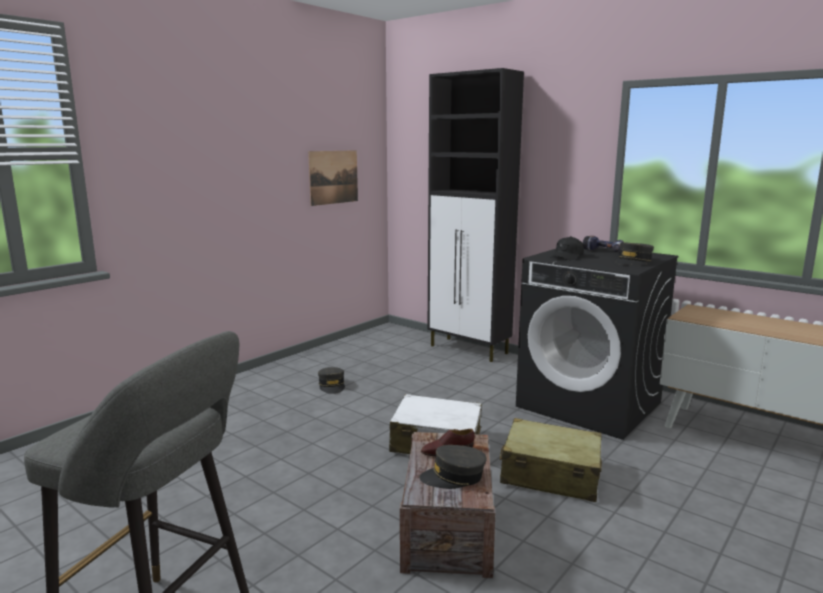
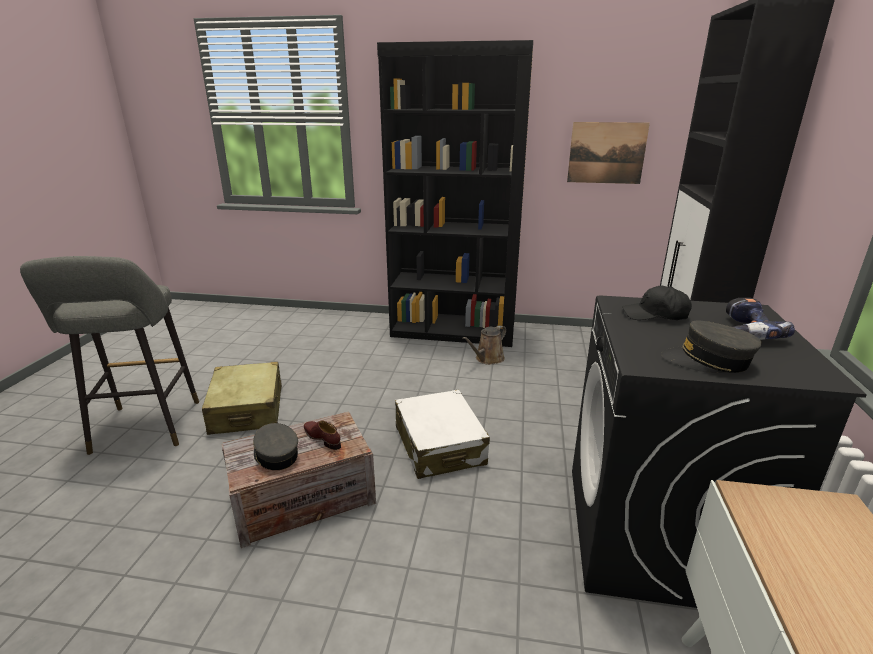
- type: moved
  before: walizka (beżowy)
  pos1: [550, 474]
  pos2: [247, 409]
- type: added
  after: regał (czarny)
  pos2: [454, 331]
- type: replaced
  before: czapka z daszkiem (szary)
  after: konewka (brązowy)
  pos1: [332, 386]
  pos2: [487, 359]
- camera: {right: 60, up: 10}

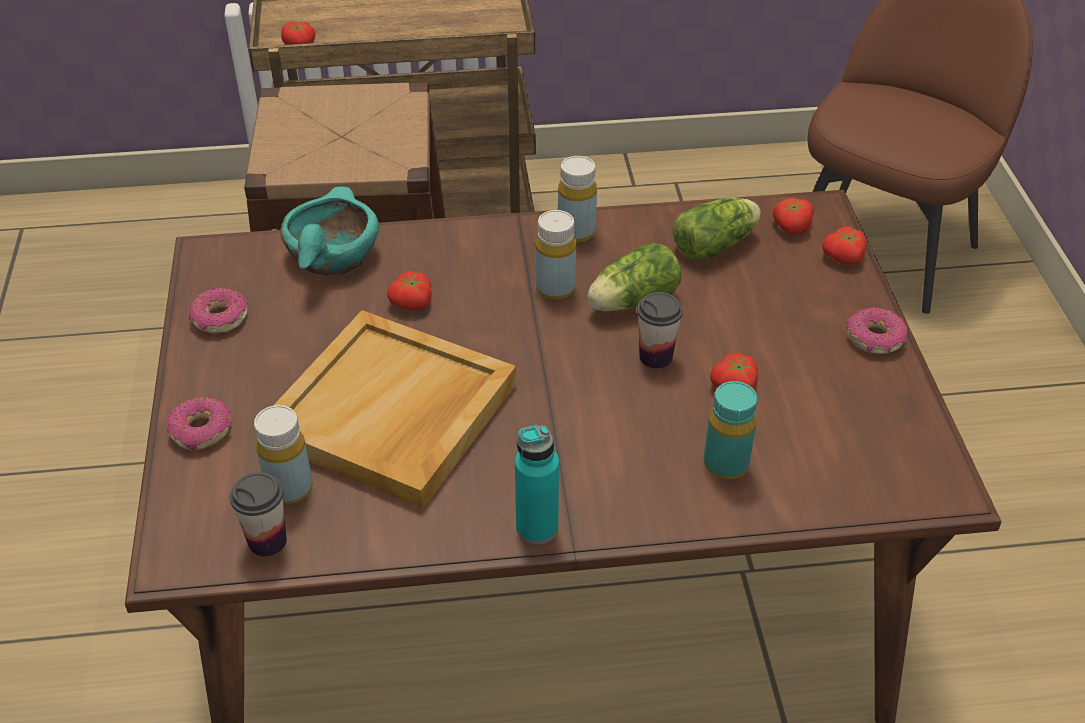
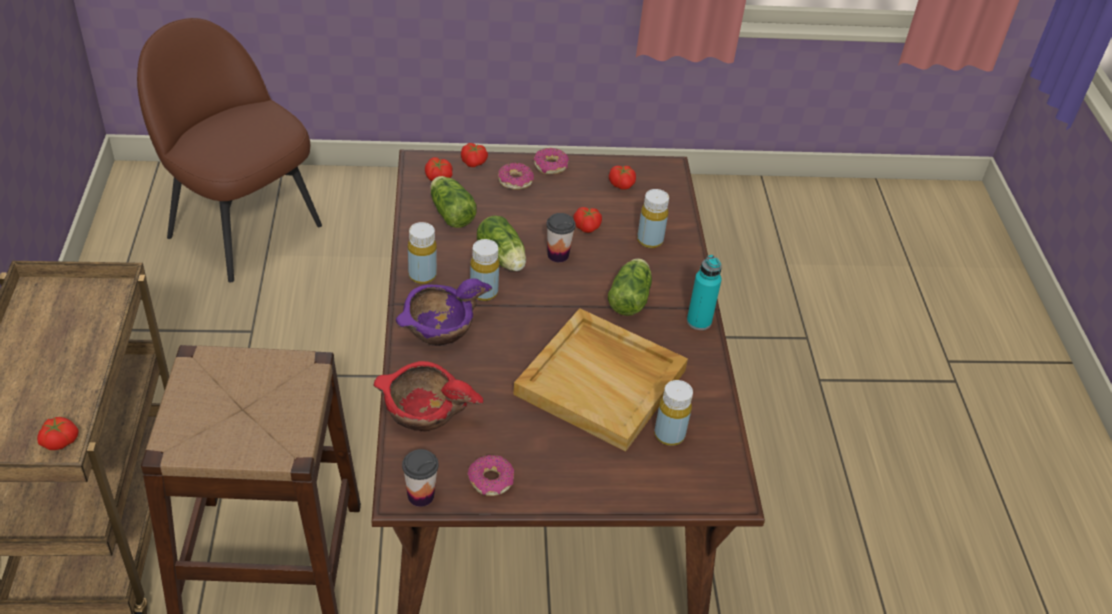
- type: recoloured
  before: miska (turkusowy)
  after: miska (czerwony)
  pos1: [332, 255]
  pos2: [423, 412]
- type: added
  after: miska (fioletowy)
  pos2: [439, 329]
- type: moved
  before: filiżanka
  pos1: [267, 541]
  pos2: [420, 495]
- type: moved
  before: donut
  pos1: [202, 431]
  pos2: [515, 181]
- type: added
  after: sałata
  pos2: [630, 297]
- type: moved
  before: pomidor
  pos1: [413, 303]
  pos2: [622, 184]
- type: recoloured
  before: butelka (turkusowy)
  after: butelka (żółty)
  pos1: [726, 464]
  pos2: [650, 240]
- camera: {right: -90, up: 0}

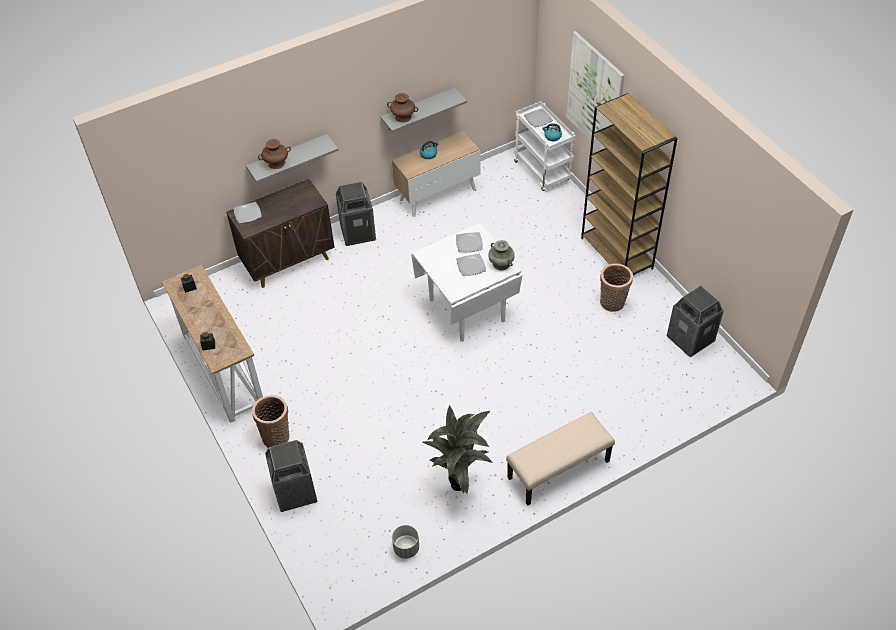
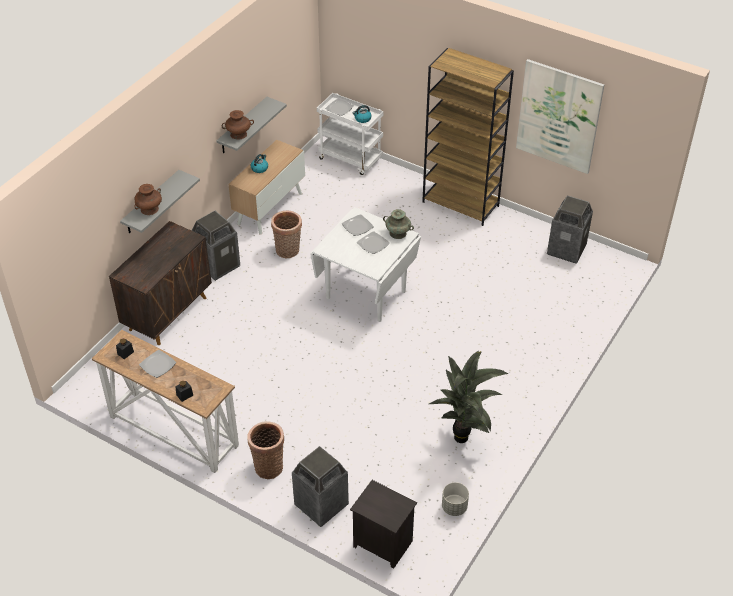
- type: moved
  before: talerz
  pos1: [247, 214]
  pos2: [157, 365]
- type: moved
  before: koszyk
  pos1: [612, 304]
  pos2: [288, 251]
- type: added
  after: szafka nocna (czarny)
  pos2: [381, 544]
- type: moved
  before: obraz
  pos1: [595, 96]
  pos2: [558, 116]
- type: removed
  before: ławka (beżowy)
  pos1: [558, 470]
- camera: {right: -30, up: -5}

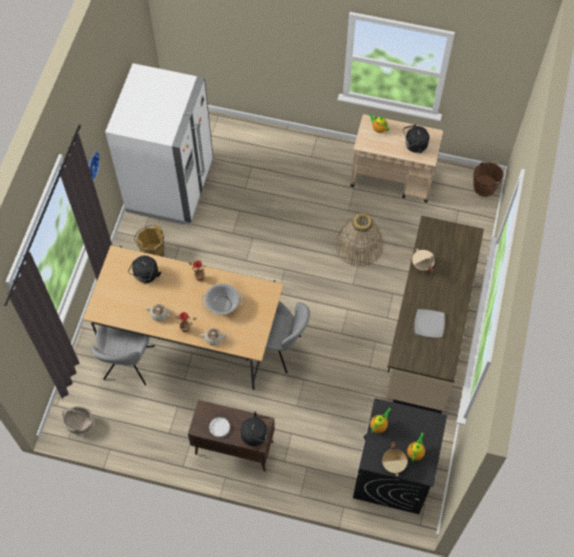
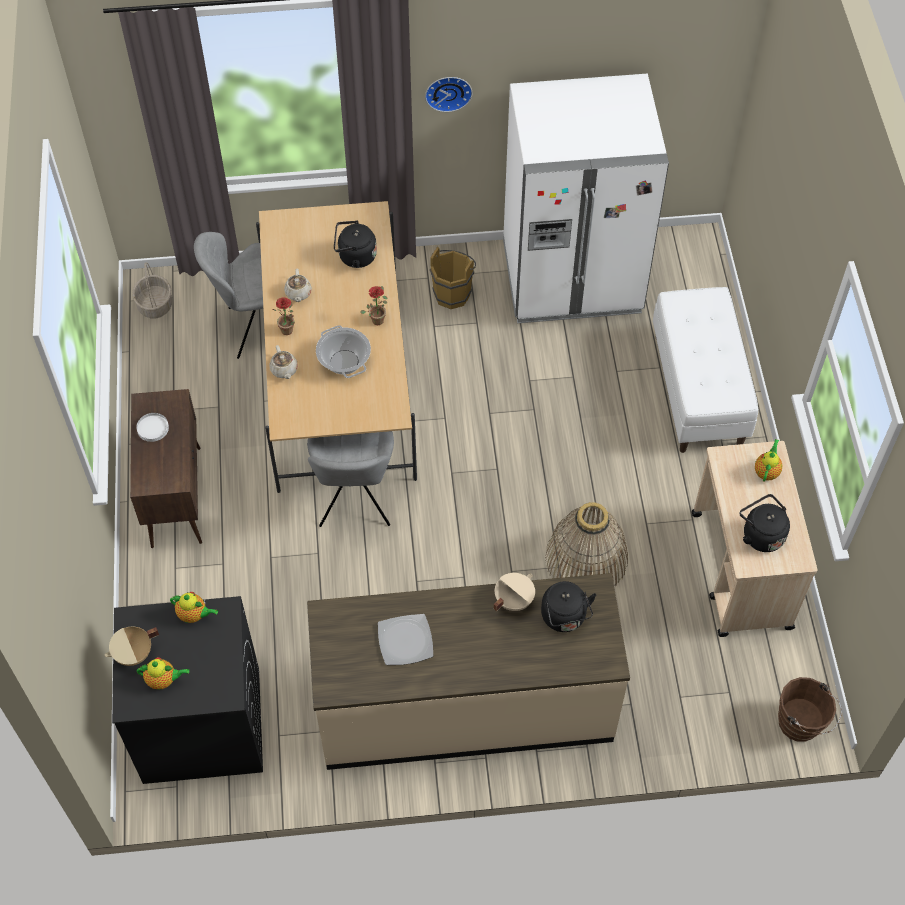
- type: moved
  before: czajnik (czarny)
  pos1: [256, 435]
  pos2: [564, 618]
- type: added
  after: ławka (biały)
  pos2: [698, 390]
- camera: {right: 70, up: -5}

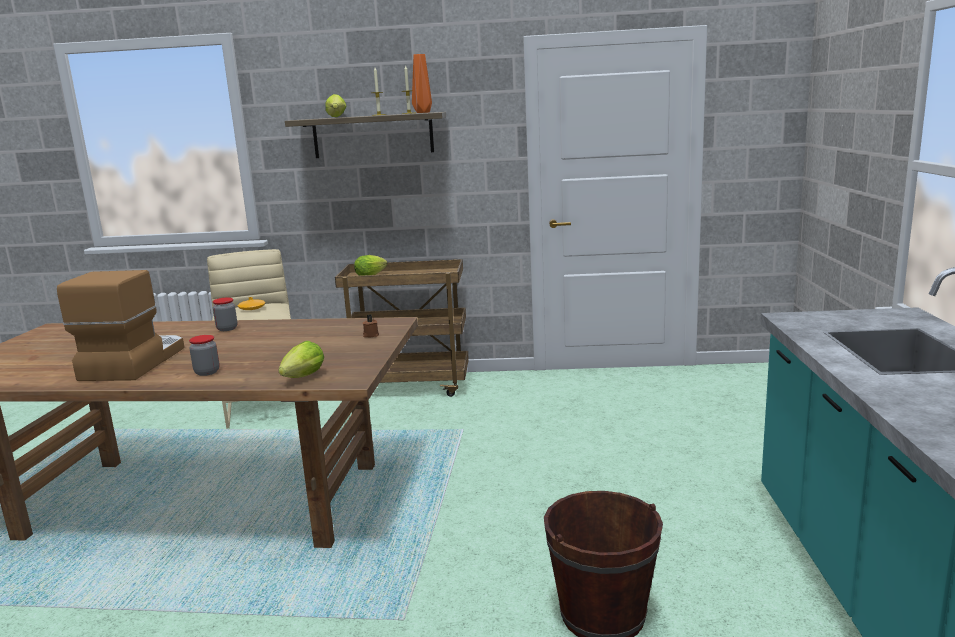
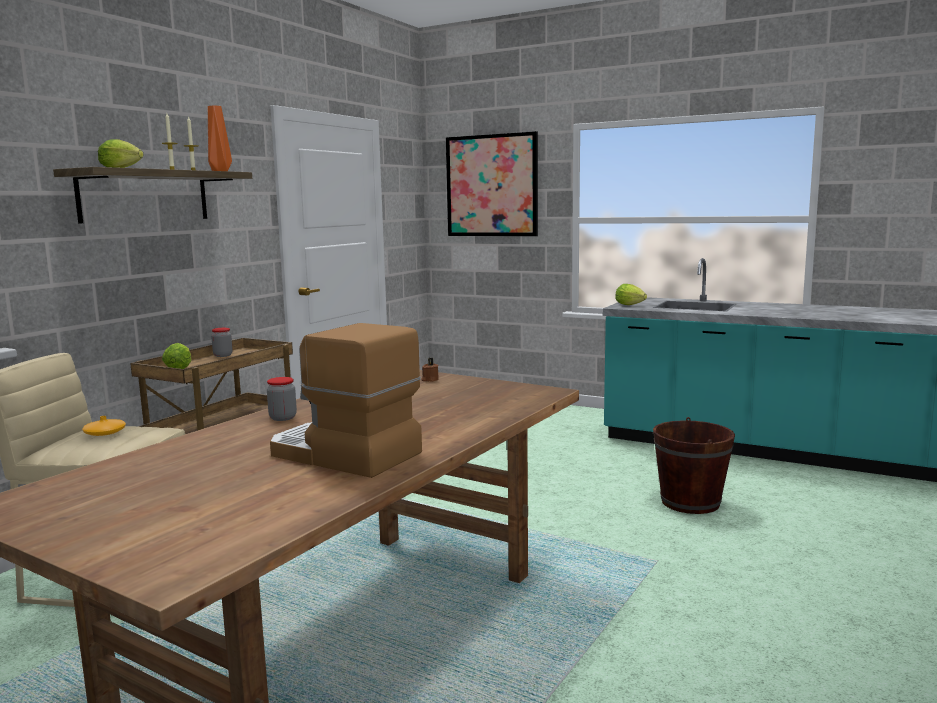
- type: moved
  before: słoik
  pos1: [207, 372]
  pos2: [223, 355]
- type: added
  after: obraz
  pos2: [492, 185]
- type: moved
  before: sałata
  pos1: [301, 378]
  pos2: [631, 305]
- camera: {right: -65, up: -5}

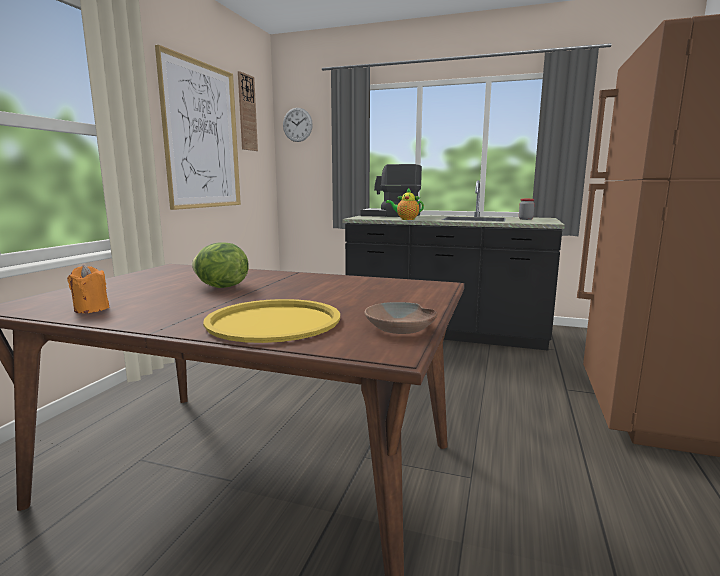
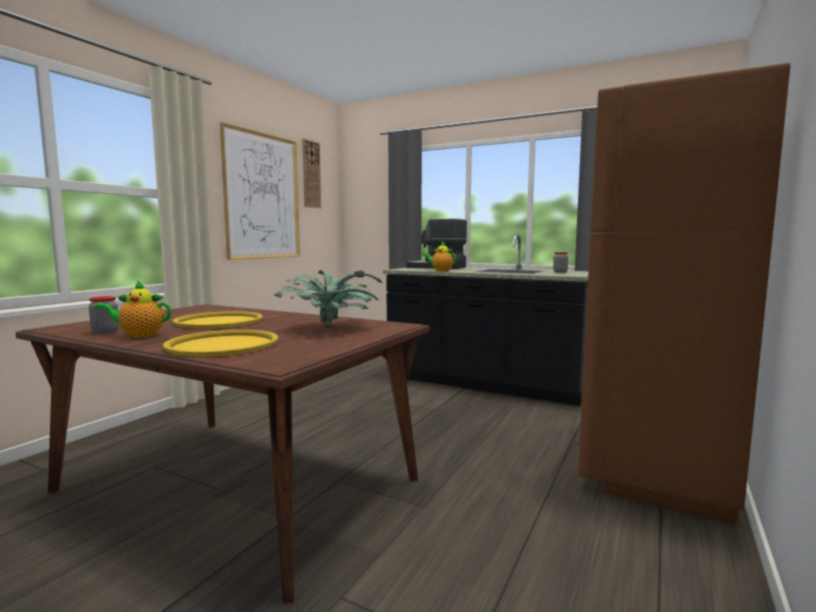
- type: replaced
  before: świeca (pomarańczowy)
  after: słoik
  pos1: [91, 309]
  pos2: [105, 332]
- type: added
  after: imbryk
  pos2: [139, 335]
- type: replaced
  before: sałata
  after: taca (żółty)
  pos1: [221, 287]
  pos2: [219, 321]
- type: added
  after: roślina doniczkowa
  pos2: [331, 328]
- type: removed
  before: zegar ścienny
  pos1: [297, 125]
- type: removed
  before: miska (brązowy)
  pos1: [400, 328]
- camera: {right: 10, up: -5}

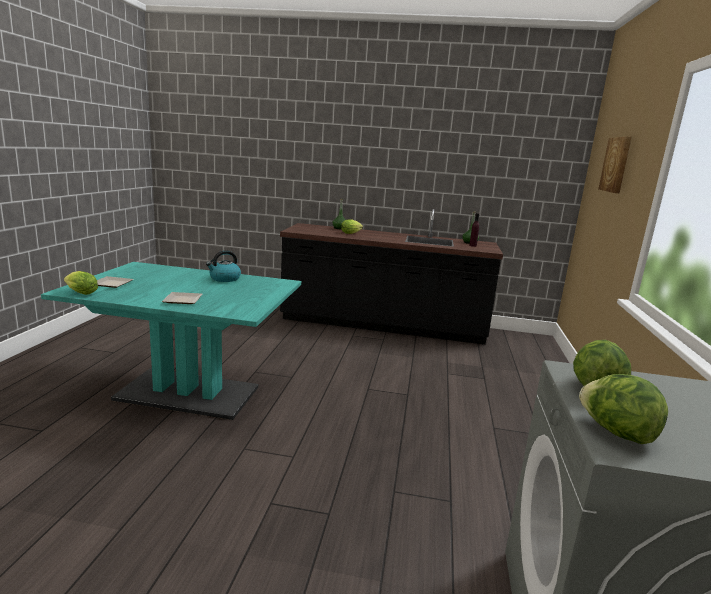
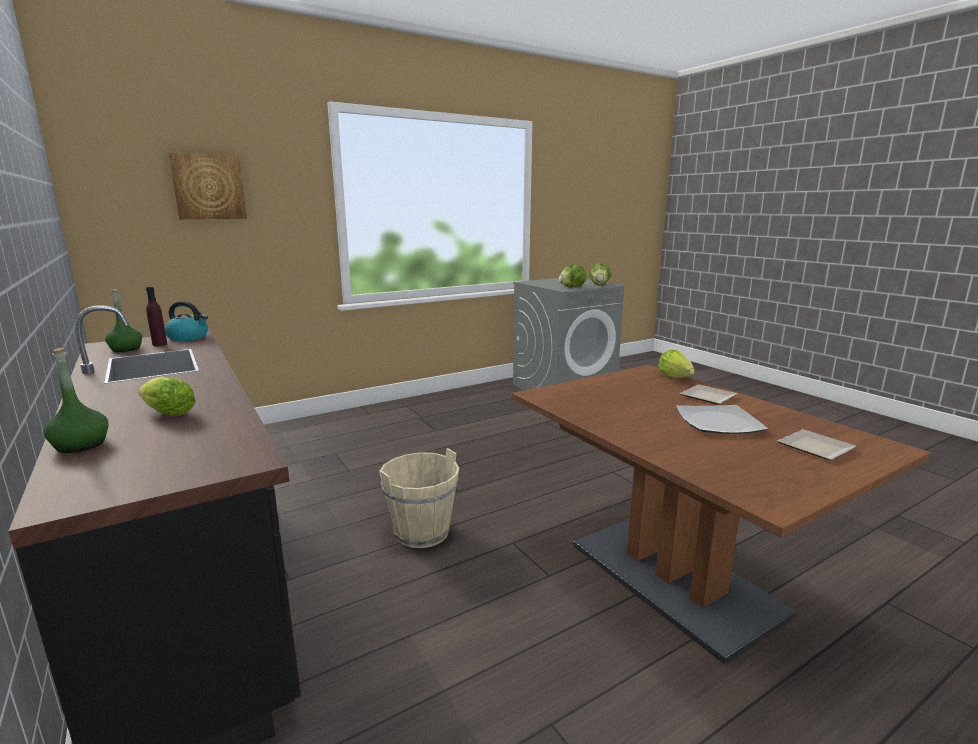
- type: moved
  before: czajnik
  pos1: [224, 279]
  pos2: [189, 337]
- type: added
  after: wiadro (beżowy)
  pos2: [422, 532]
- type: recoloured
  before: stół jadalny (turkusowy)
  after: stół jadalny (brązowy)
  pos1: [188, 394]
  pos2: [673, 578]
- type: moved
  before: sałata
  pos1: [80, 293]
  pos2: [676, 378]
- type: added
  after: talerz
  pos2: [717, 422]
- camera: {right: -130, up: 0}

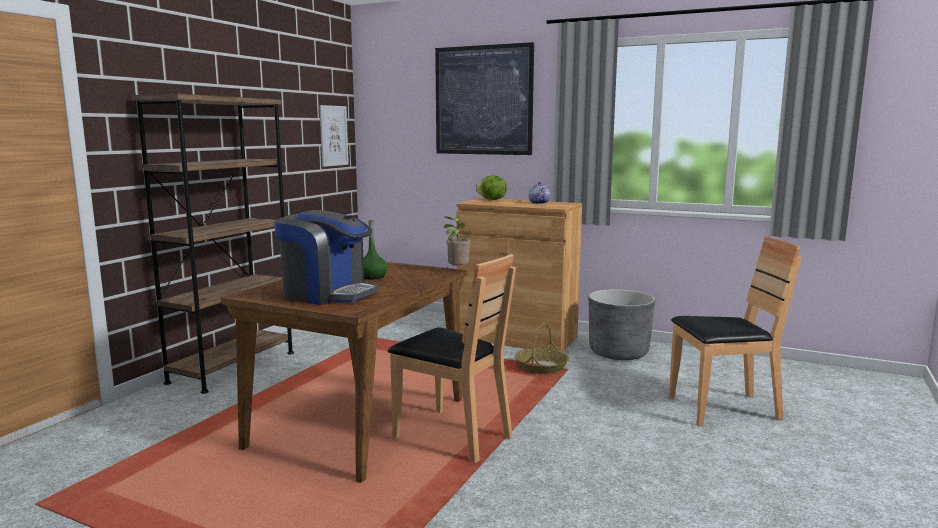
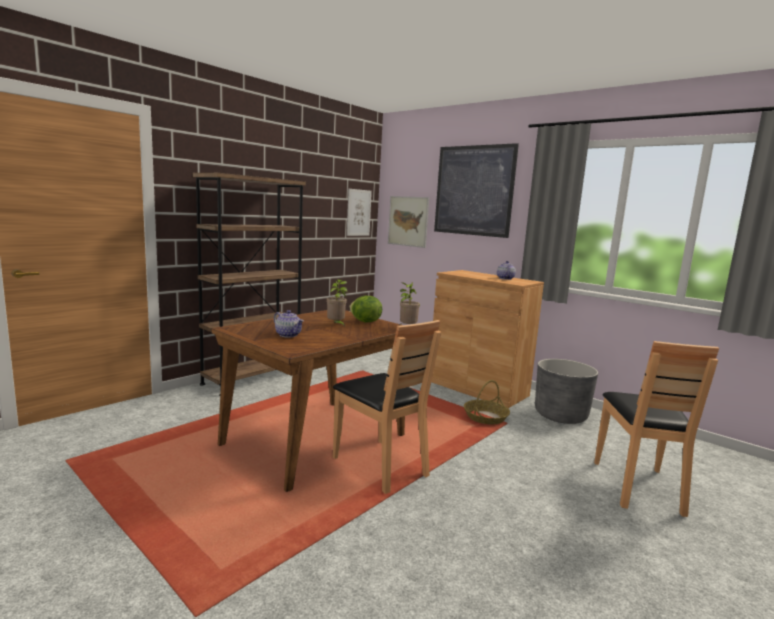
- type: replaced
  before: ekspres do kawy
  after: imbryk
  pos1: [328, 294]
  pos2: [288, 335]
- type: replaced
  before: butelka (zielony)
  after: roślina doniczkowa
  pos1: [372, 277]
  pos2: [336, 325]
- type: moved
  before: sałata
  pos1: [491, 200]
  pos2: [365, 322]
- type: added
  after: obraz
  pos2: [408, 221]
- type: turned
  before: krzesło (brązowy)
  pos1: [723, 409]
  pos2: [638, 487]
  turn: 90
- camera: {right: 15, up: 0}

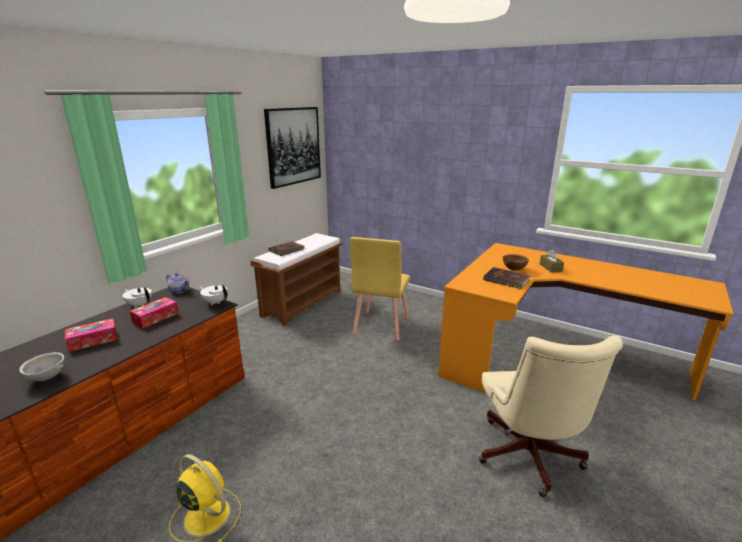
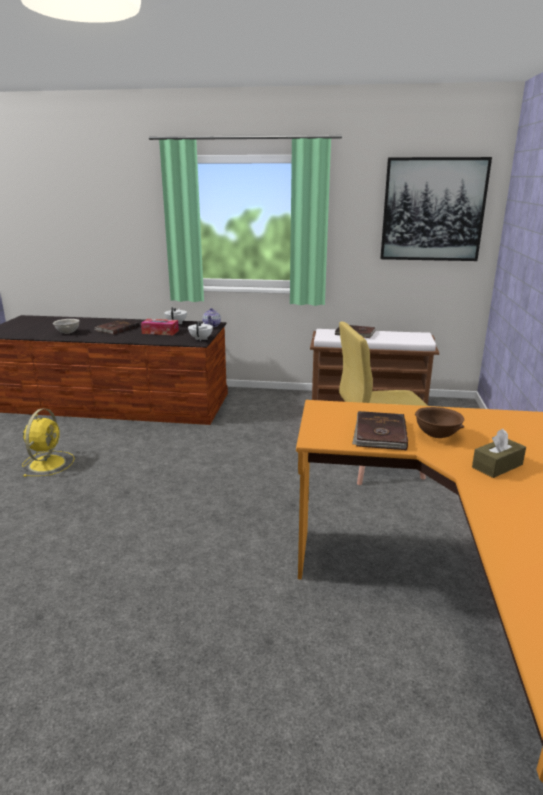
- type: replaced
  before: pudełko chusteczek
  after: książka (brązowy)
  pos1: [93, 340]
  pos2: [117, 328]
- type: removed
  before: krzesło biurowe (beżowy)
  pos1: [529, 459]
- camera: {right: 65, up: 0}

